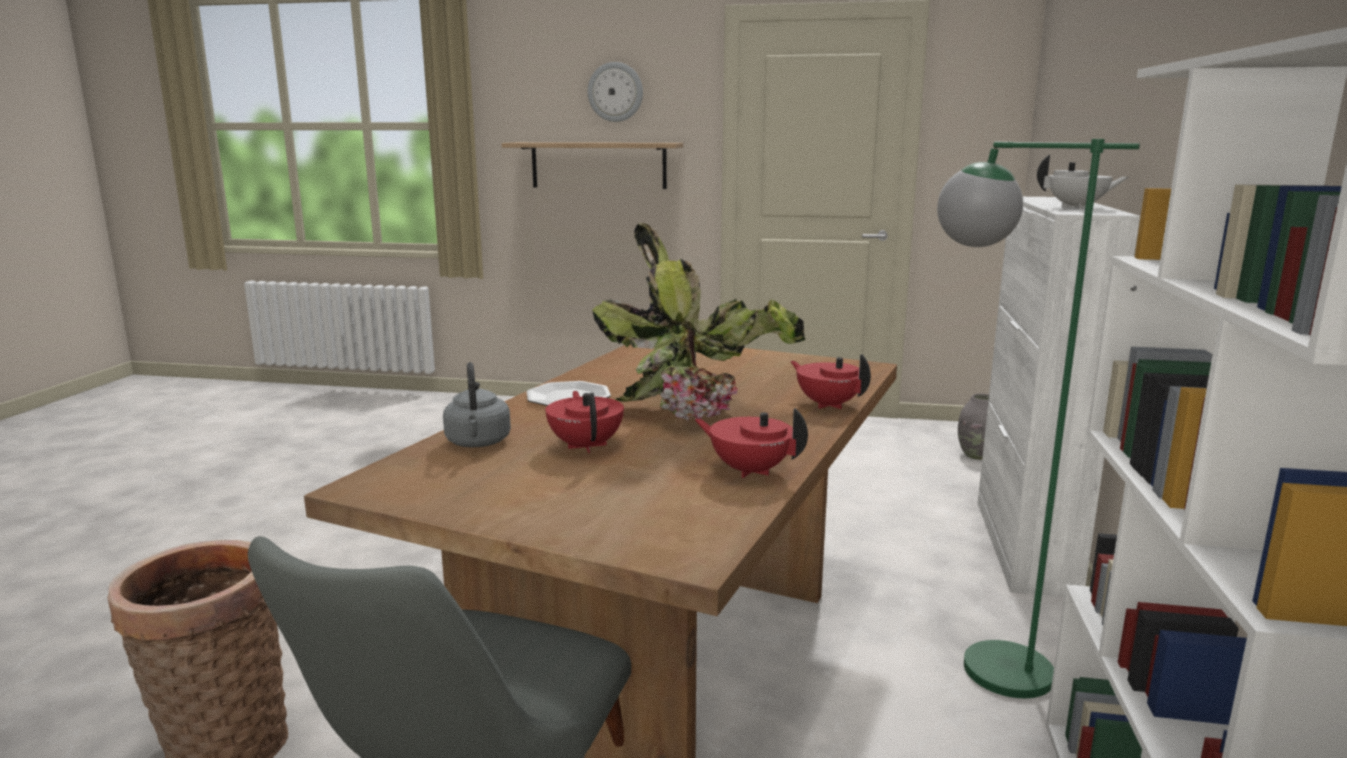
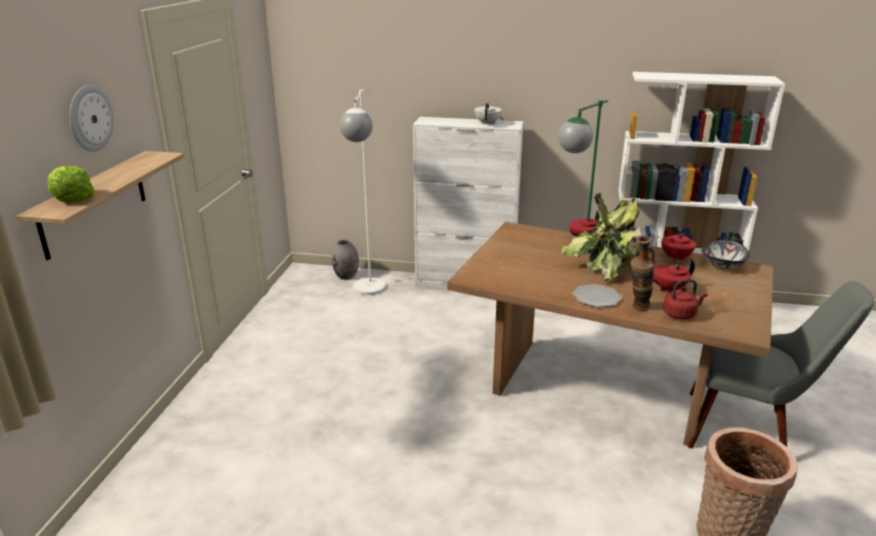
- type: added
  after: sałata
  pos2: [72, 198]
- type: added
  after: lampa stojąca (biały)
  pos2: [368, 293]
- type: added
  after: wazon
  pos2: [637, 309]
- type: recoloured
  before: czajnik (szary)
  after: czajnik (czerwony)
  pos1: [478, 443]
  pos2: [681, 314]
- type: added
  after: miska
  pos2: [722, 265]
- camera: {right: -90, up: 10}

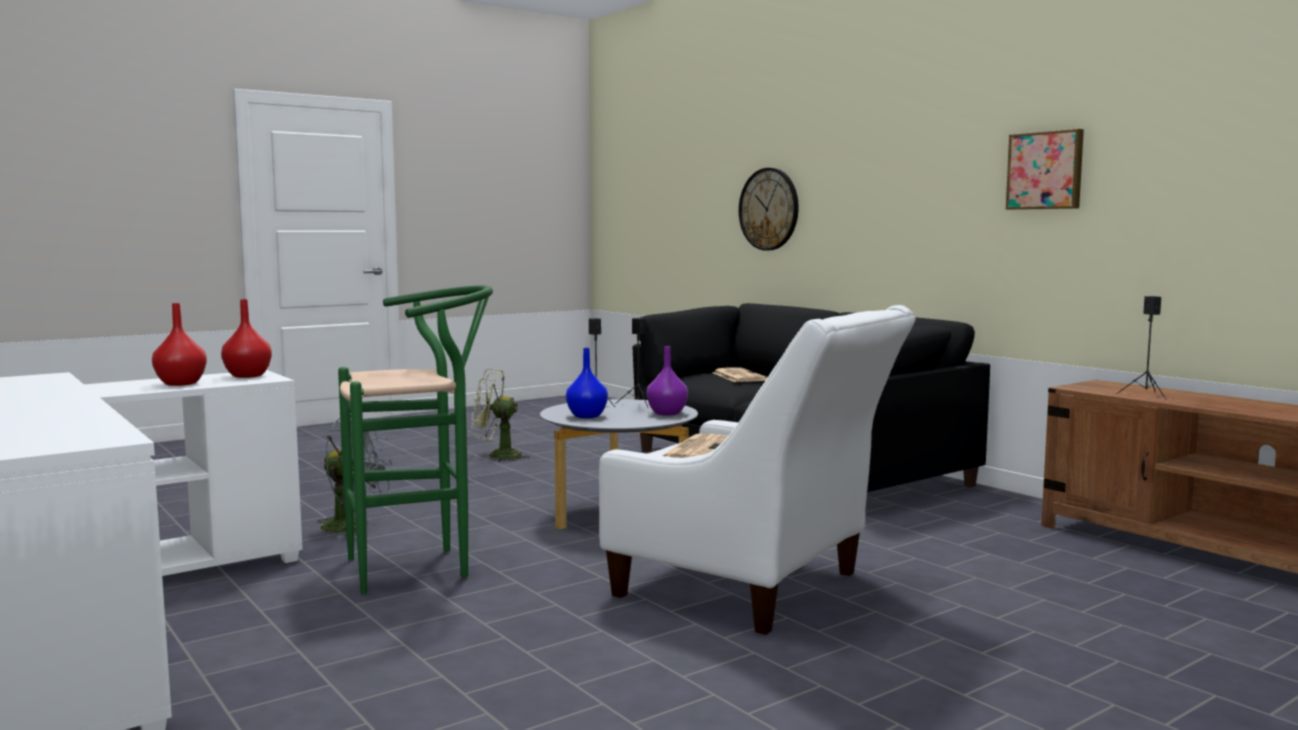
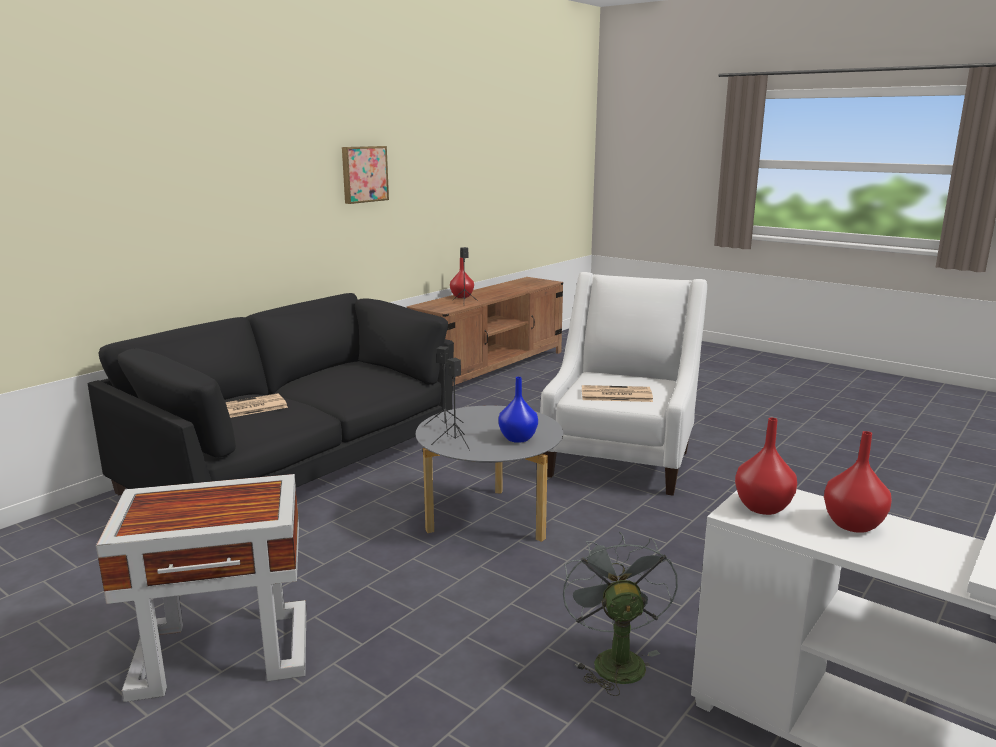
- type: replaced
  before: wentylator (zielony)
  after: stolik (biały)
  pos1: [497, 456]
  pos2: [225, 652]
- type: added
  after: wazon (czerwony)
  pos2: [461, 296]
- type: removed
  before: stołek (zielony)
  pos1: [421, 567]
- type: removed
  before: wazon (fioletowy)
  pos1: [668, 413]
- type: removed
  before: zegar ścienny
  pos1: [769, 209]
- camera: {right: -105, up: 10}

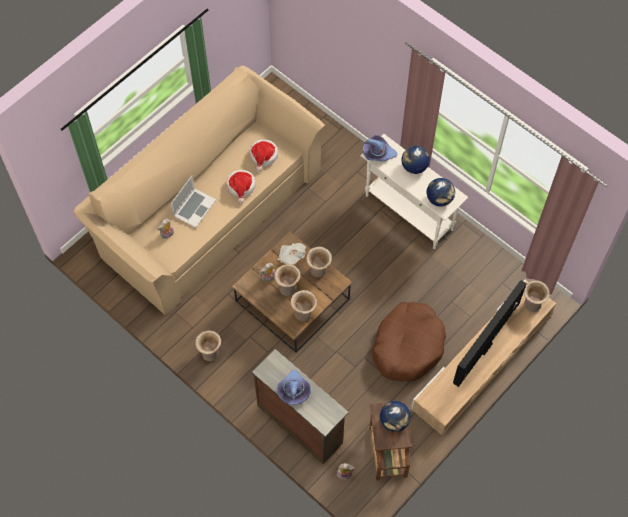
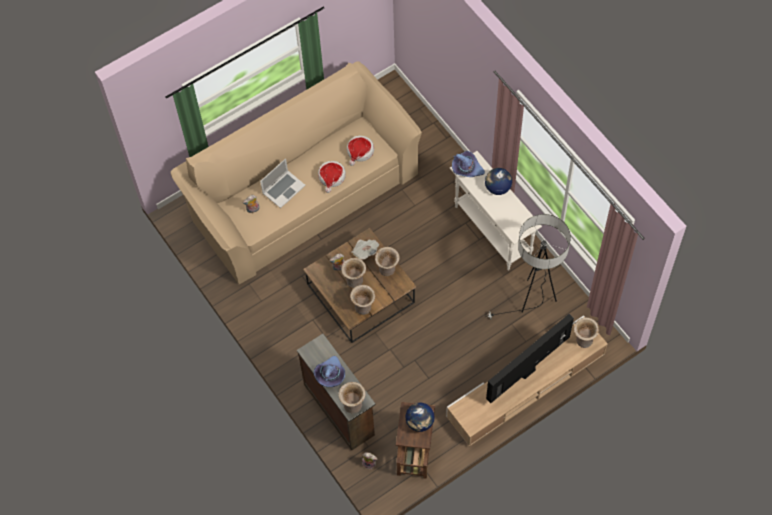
- type: moved
  before: wazon (beżowy)
  pos1: [210, 352]
  pos2: [352, 404]
- type: added
  after: lampa stojąca
  pos2: [532, 300]
- type: removed
  before: legowisko (brązowy)
  pos1: [407, 346]
- type: removed
  before: globus
  pos1: [439, 199]
- camera: {right: 15, up: 0}

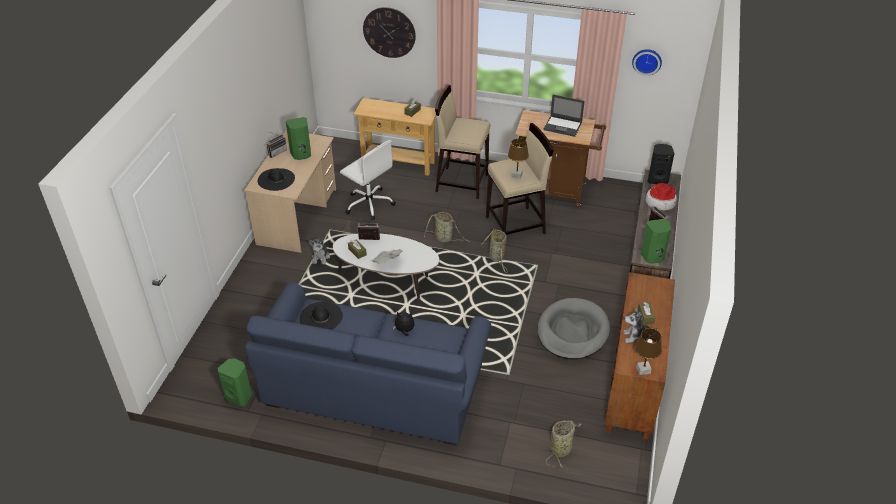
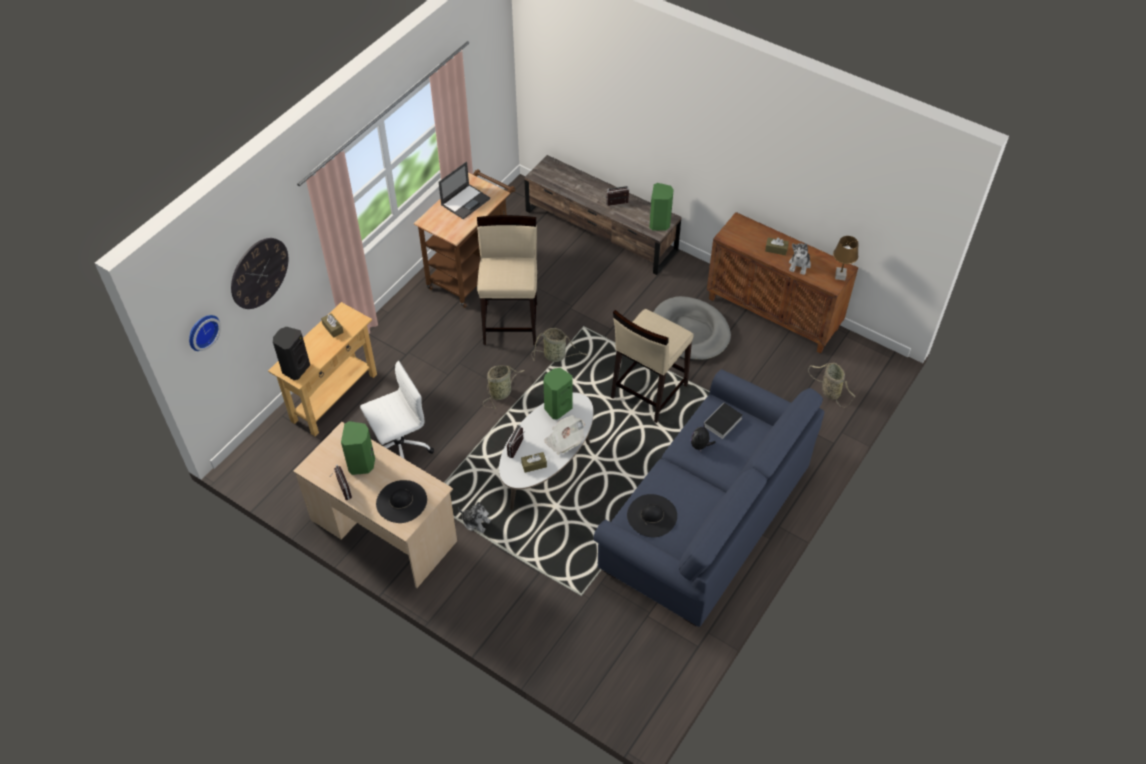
- type: moved
  before: zegar ścienny
  pos1: [647, 61]
  pos2: [202, 331]
- type: moved
  before: głośnik (czarny)
  pos1: [657, 179]
  pos2: [295, 368]
- type: moved
  before: głośnik (zielony)
  pos1: [239, 396]
  pos2: [557, 408]
- type: moved
  before: stołek (beżowy)
  pos1: [461, 182]
  pos2: [648, 392]
- type: added
  after: książka
  pos2: [722, 423]
- type: removed
  before: lampa stołowa (brązowy)
  pos1: [516, 175]
- type: removed
  before: kapelusz
  pos1: [660, 202]
- camera: {right: -70, up: 10}

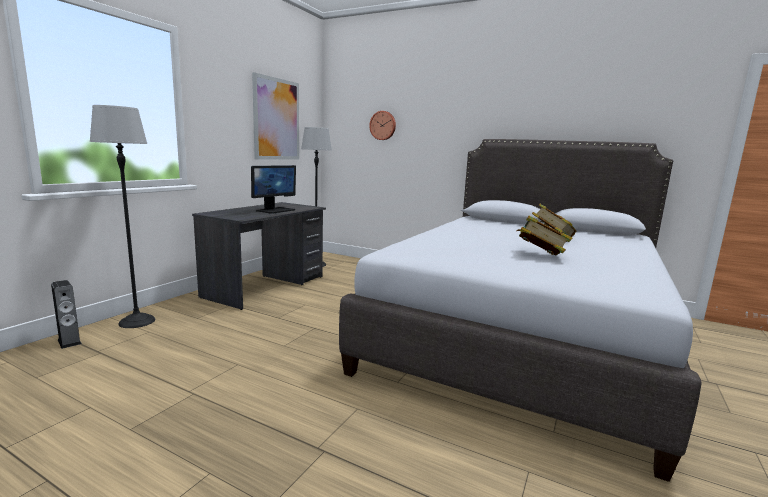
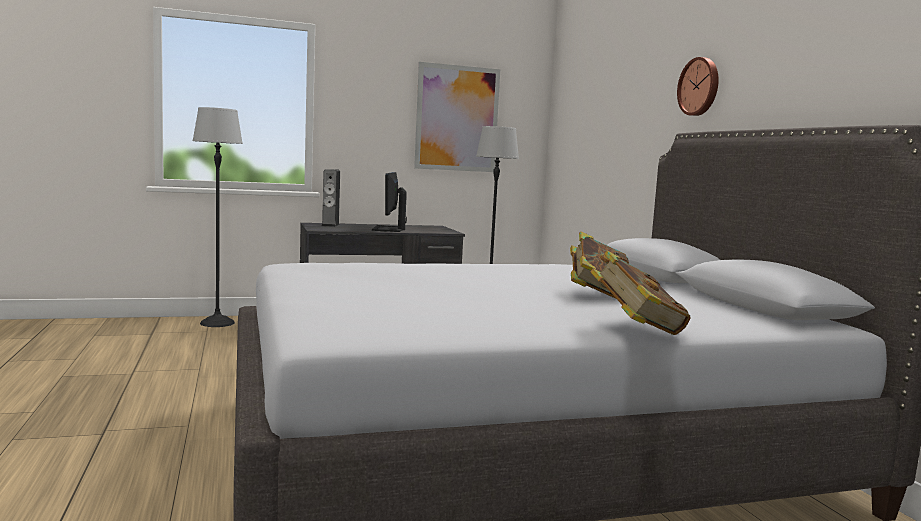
- type: moved
  before: głośnik
  pos1: [69, 342]
  pos2: [330, 225]
- type: turned
  before: monitor
  pos1: [275, 210]
  pos2: [389, 229]
  turn: 105
- type: moved
  before: książka
  pos1: [539, 256]
  pos2: [636, 329]
- type: moved
  before: zegar ścienny
  pos1: [383, 125]
  pos2: [700, 87]
- camera: {right: 45, up: -5}

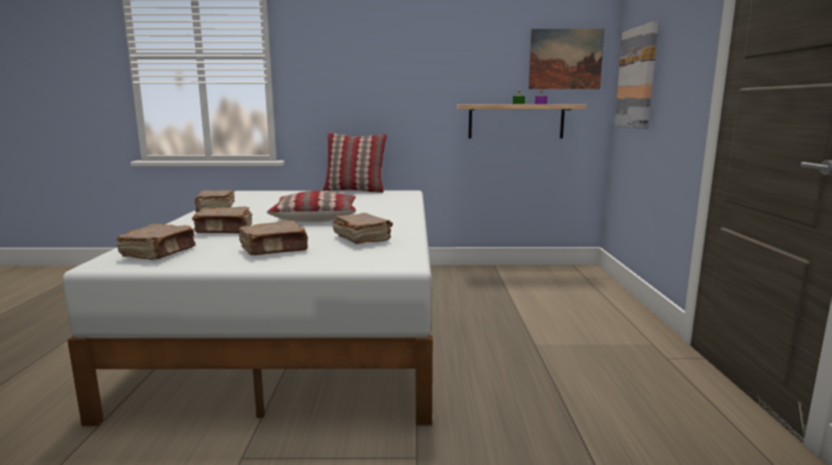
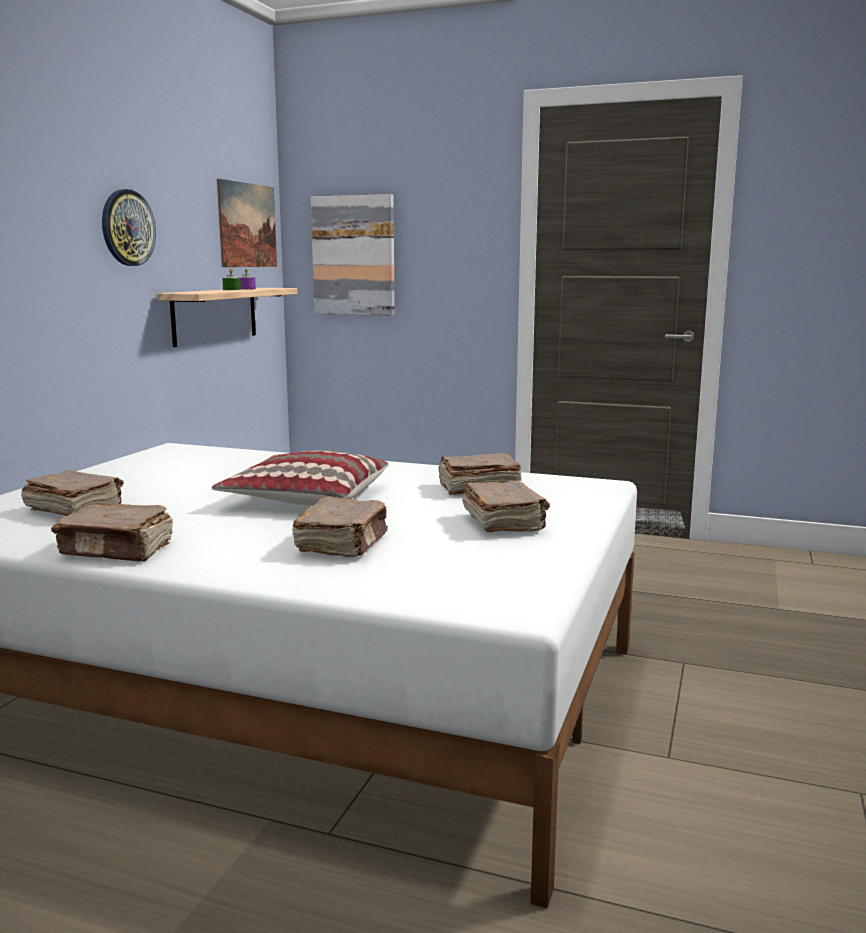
- type: moved
  before: książka (brązowy)
  pos1: [160, 253]
  pos2: [74, 510]
- type: added
  after: zegar ścienny
  pos2: [127, 228]
- type: removed
  before: poduszka
  pos1: [355, 190]
- camera: {right: -70, up: 0}

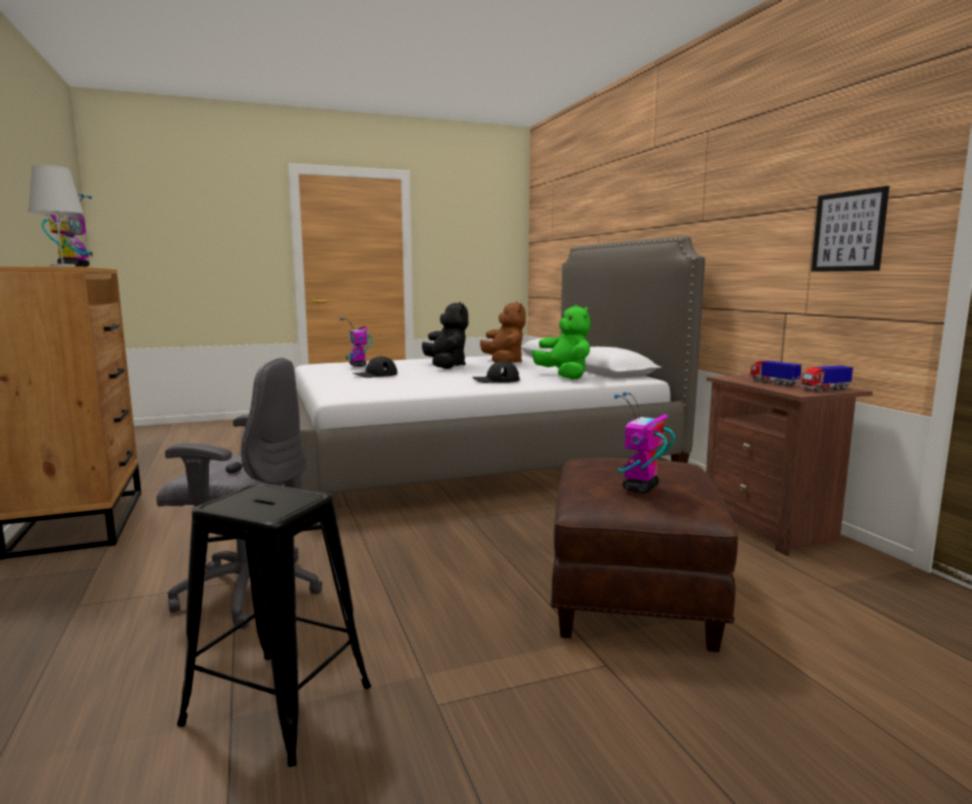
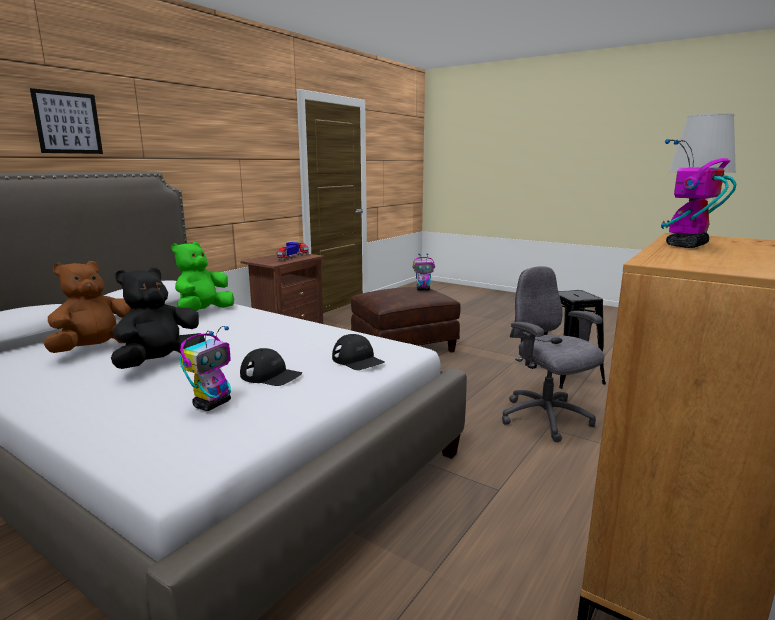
- type: moved
  before: obraz
  pos1: [848, 231]
  pos2: [68, 123]
- type: moved
  before: czapka z daszkiem (czarny)
  pos1: [496, 380]
  pos2: [358, 360]
- camera: {right: -125, up: 5}

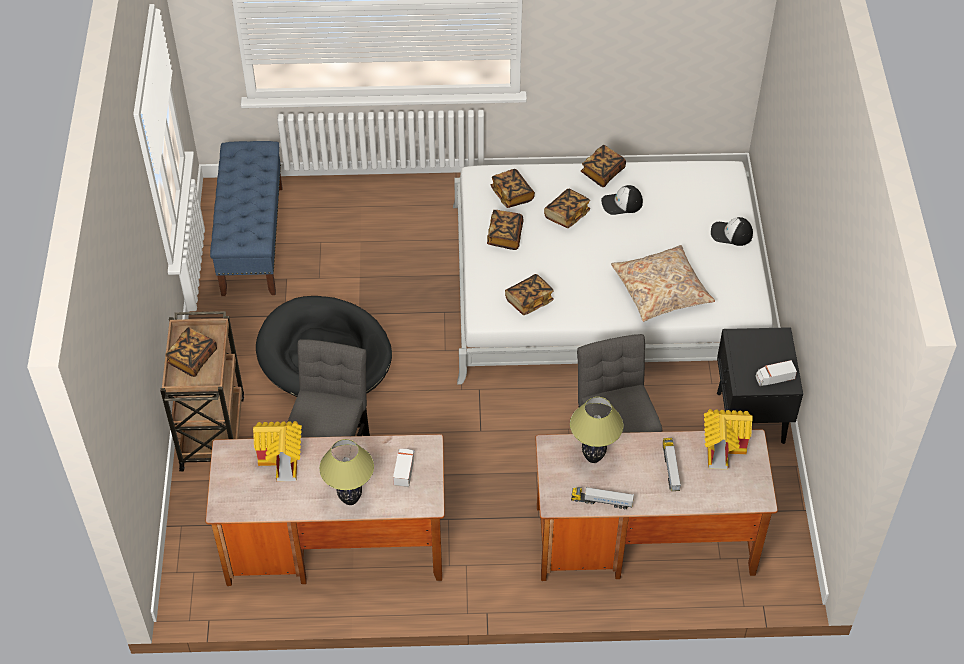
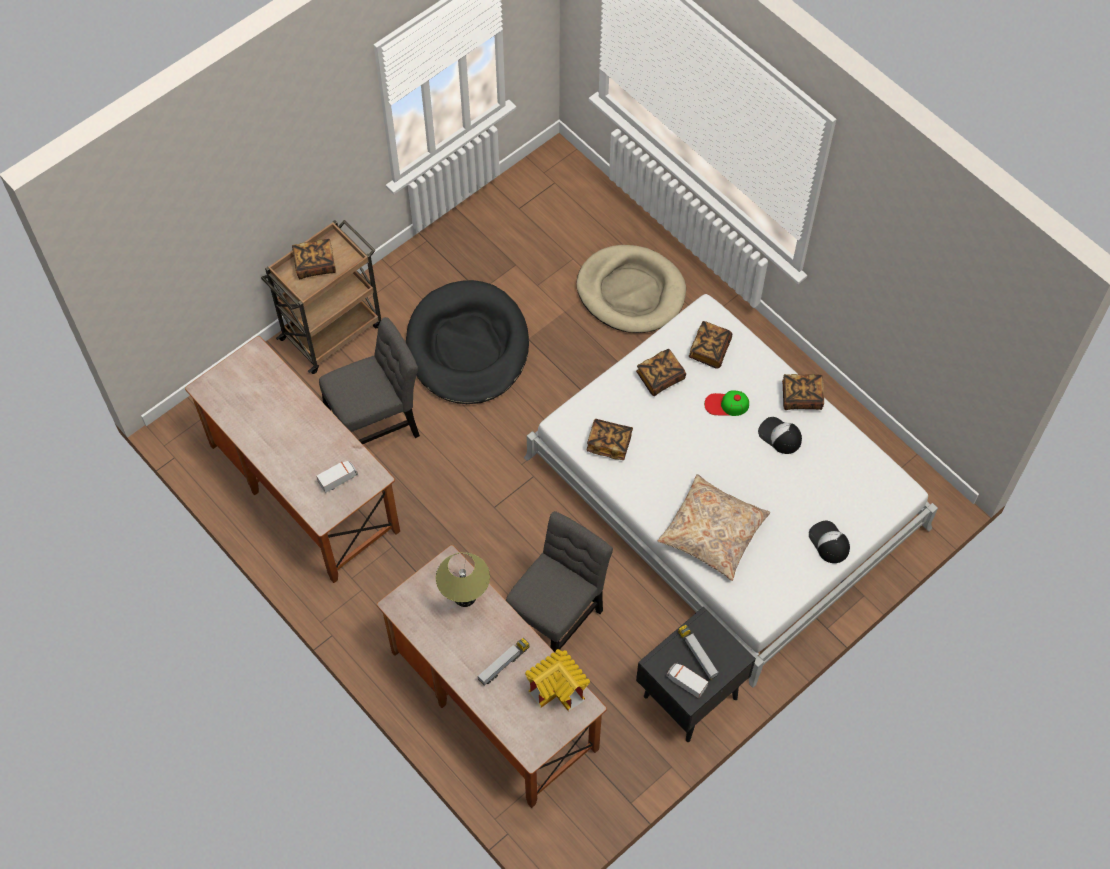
- type: added
  after: legowisko (beżowy)
  pos2: [631, 292]
- type: moved
  before: ciężarówka zabawkowa
  pos1: [601, 502]
  pos2: [697, 654]
- type: replaced
  before: książka
  after: czapka z daszkiem
  pos1: [566, 215]
  pos2: [726, 405]
- type: removed
  before: ławka (niebieski)
  pos1: [252, 240]
- type: removed
  before: domek
  pos1: [283, 462]
- type: removed
  before: lampa stołowa
  pos1: [350, 499]
- camera: {right: 50, up: 10}

